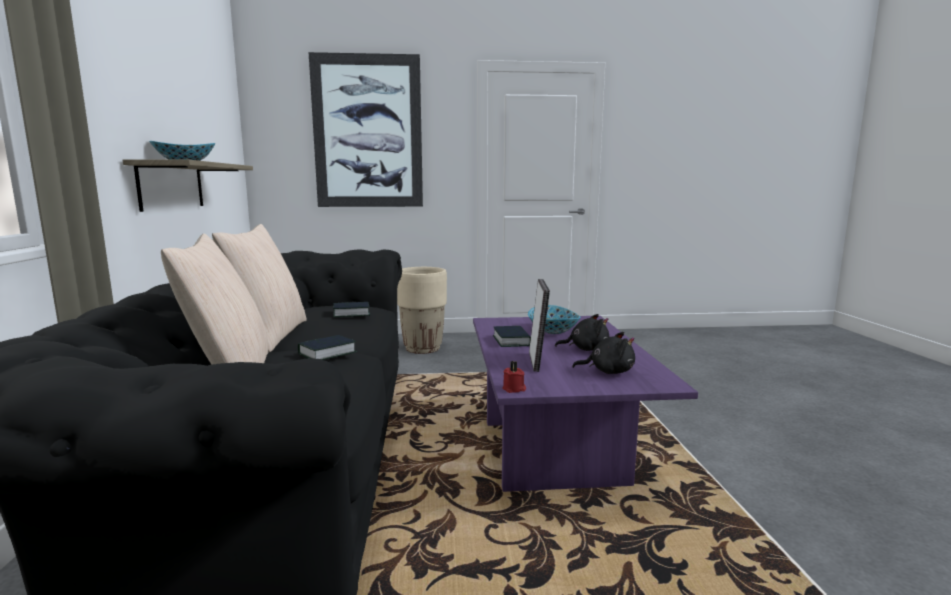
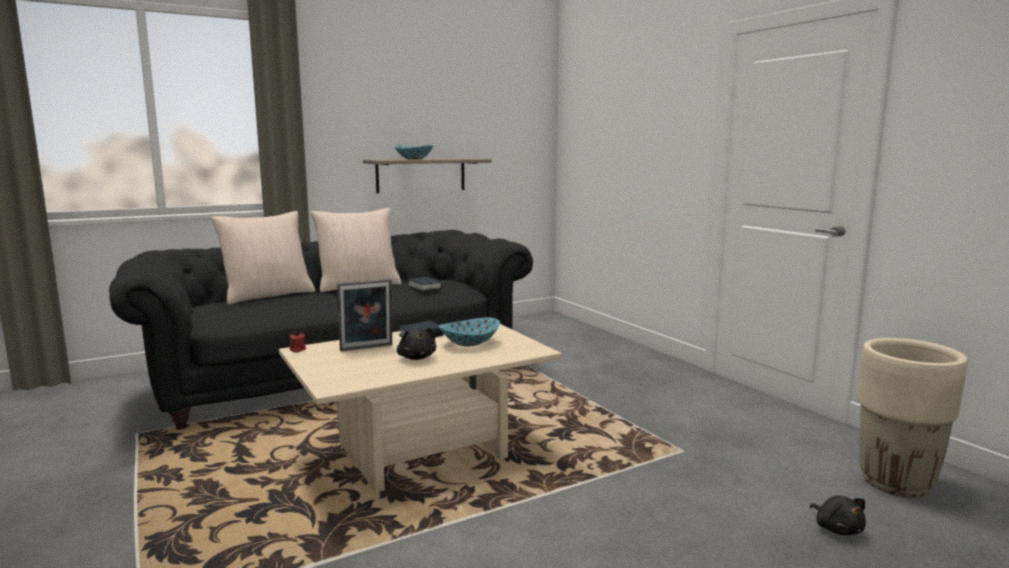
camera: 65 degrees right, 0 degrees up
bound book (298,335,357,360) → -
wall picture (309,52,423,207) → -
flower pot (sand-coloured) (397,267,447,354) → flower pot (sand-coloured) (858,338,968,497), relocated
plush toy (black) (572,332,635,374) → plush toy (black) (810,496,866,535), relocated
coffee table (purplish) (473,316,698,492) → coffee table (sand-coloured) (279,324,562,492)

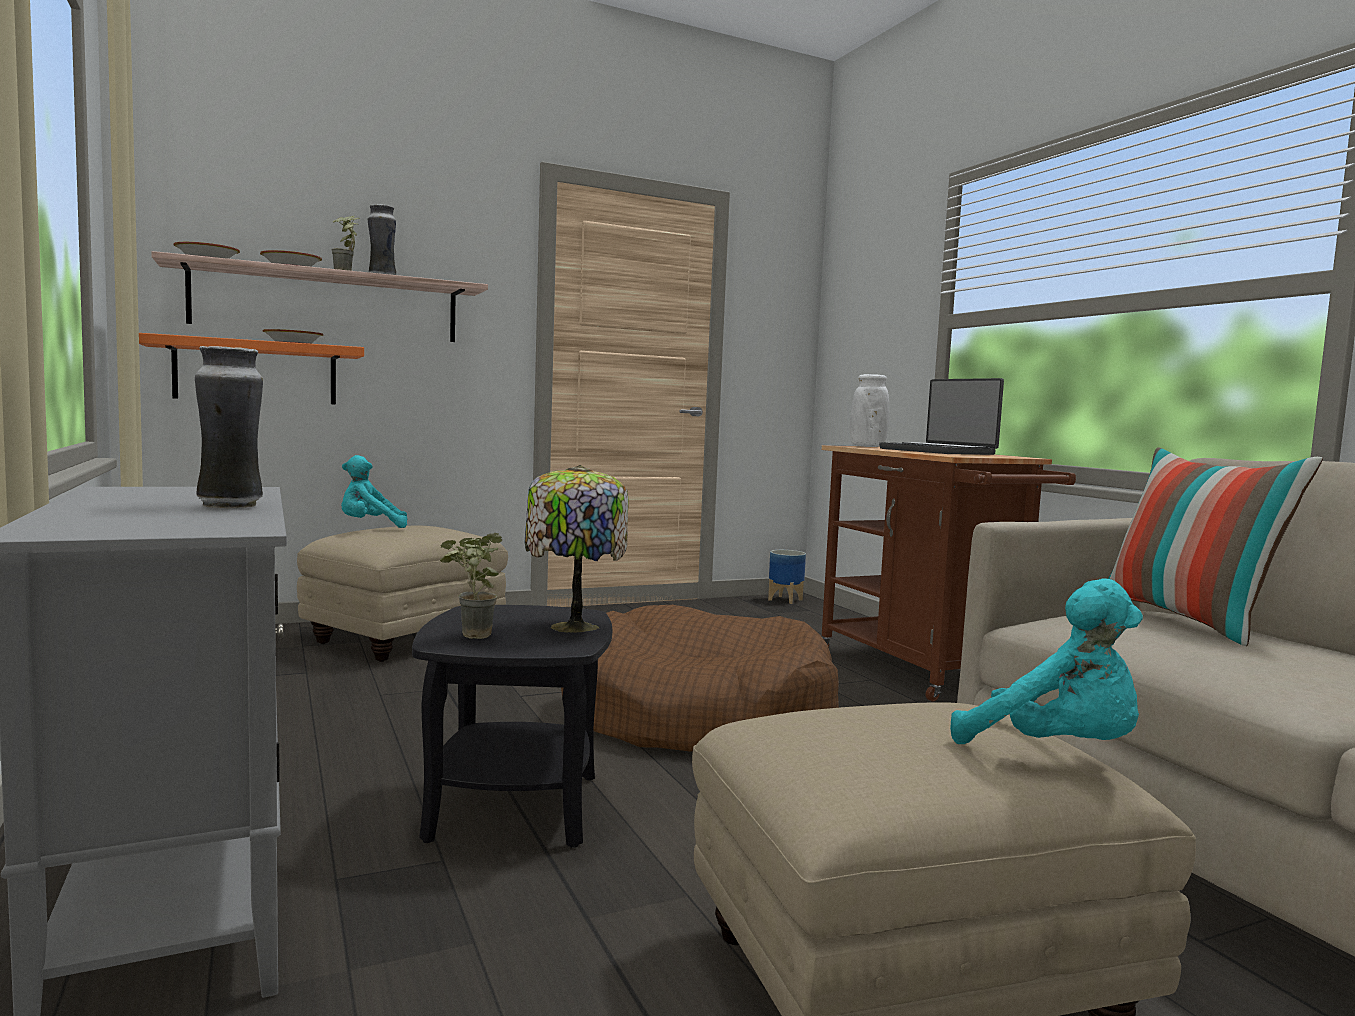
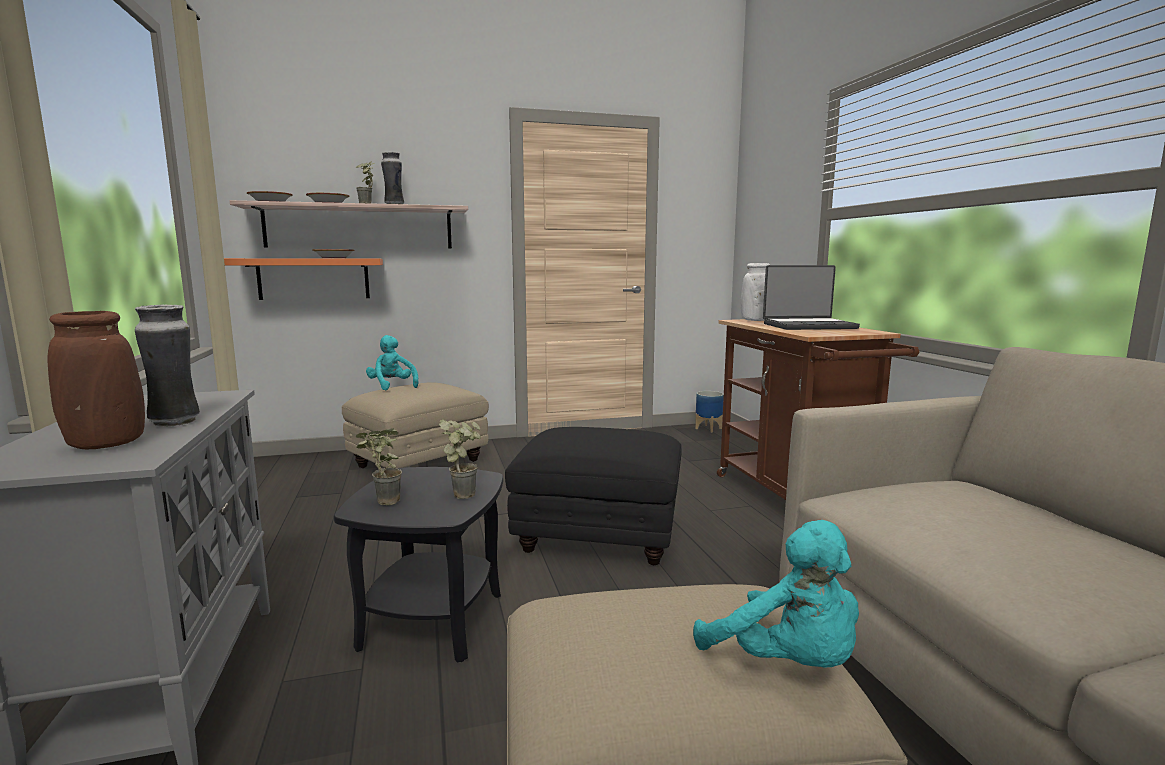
camera: 10 degrees right, 5 degrees up
cushion (1107,447,1323,646) → -
- → decorative vase (brown-coloured) (48,311,145,449)
lamp for a table (524,465,629,632) → potted plant (439,419,481,499)
dog cushion (brown-coloured) (561,605,839,752) → pouffe (black) (505,427,682,565)
plush toy (turquoise) (341,455,407,528) → plush toy (turquoise) (366,335,418,390), 60 degrees clockwise
notebook computer (879,378,1004,455) → notebook computer (763,265,860,330), 75 degrees counterclockwise

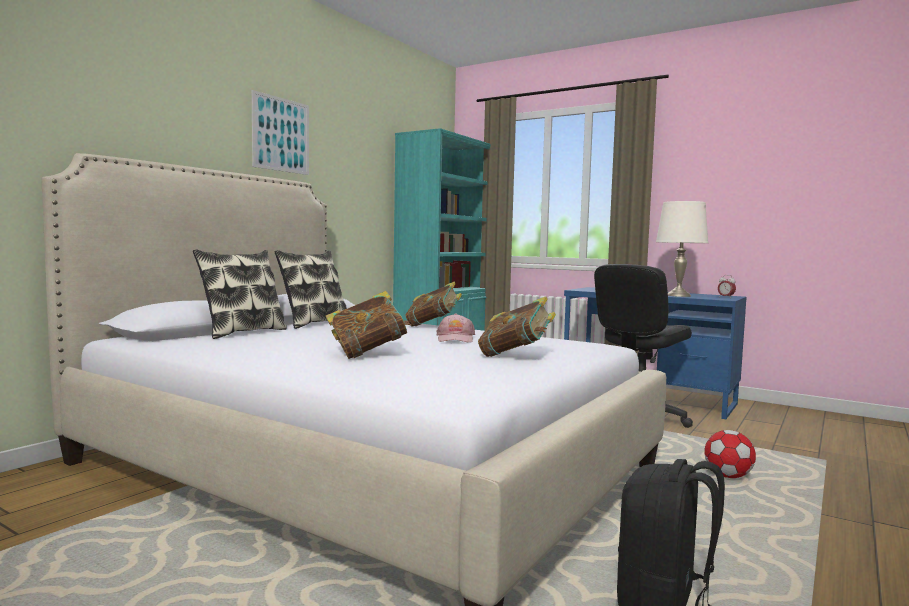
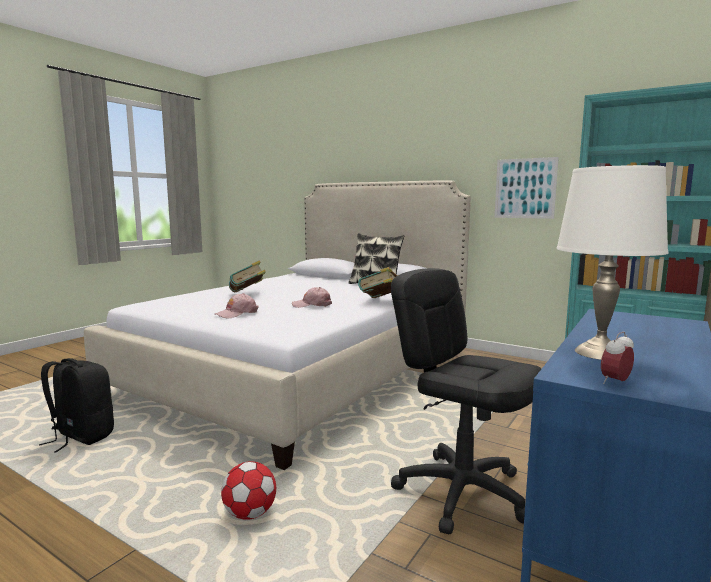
camera: 90 degrees right, 5 degrees up
cushion (193,250,287,339) → -
wall picture (252,90,309,175) → wall picture (495,157,559,219), relocated
bound book (478,296,556,357) → peaked cap (pink) (215,293,259,318)

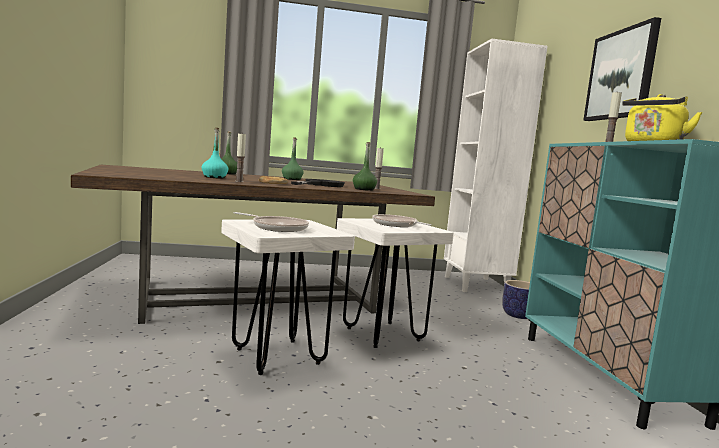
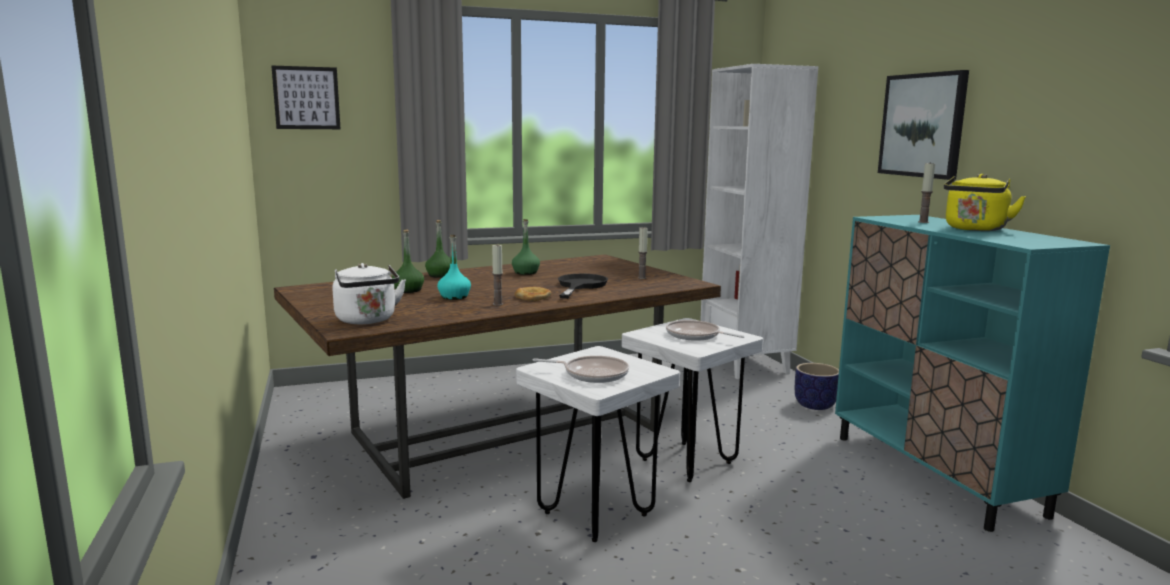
camera: 10 degrees left, 5 degrees up
- → wall picture (271,65,341,129)
- → water kettle (white) (333,263,406,324)
bottle (green) (353,142,377,191) → bottle (green) (392,230,424,293), relocated

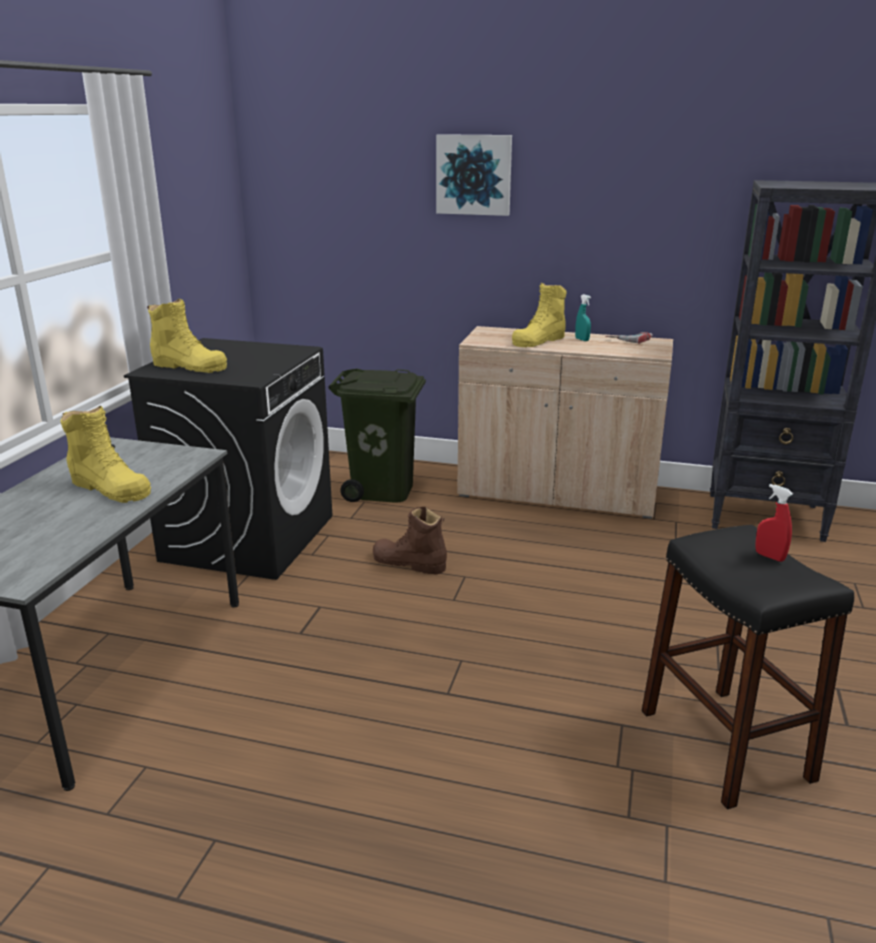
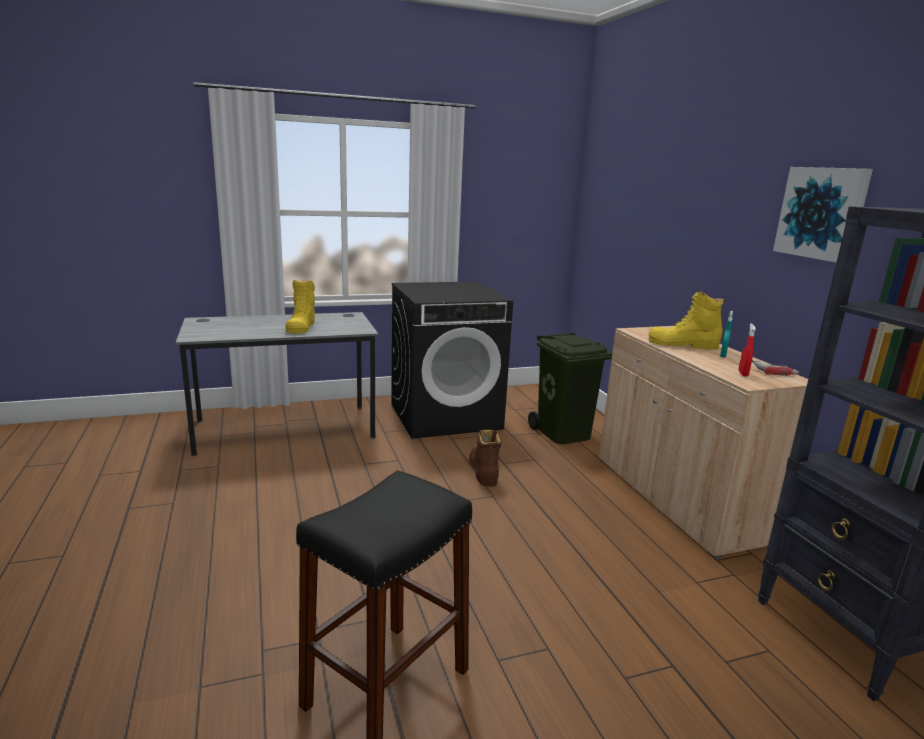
camera: 55 degrees right, 5 degrees down
high-top boot (yellowish) (147,299,227,373) → -
wall picture (436,134,512,216) → wall picture (773,167,873,263), relocated
spray bottle (red-coloured) (755,484,793,562) → spray bottle (red-coloured) (739,324,756,377), relocated

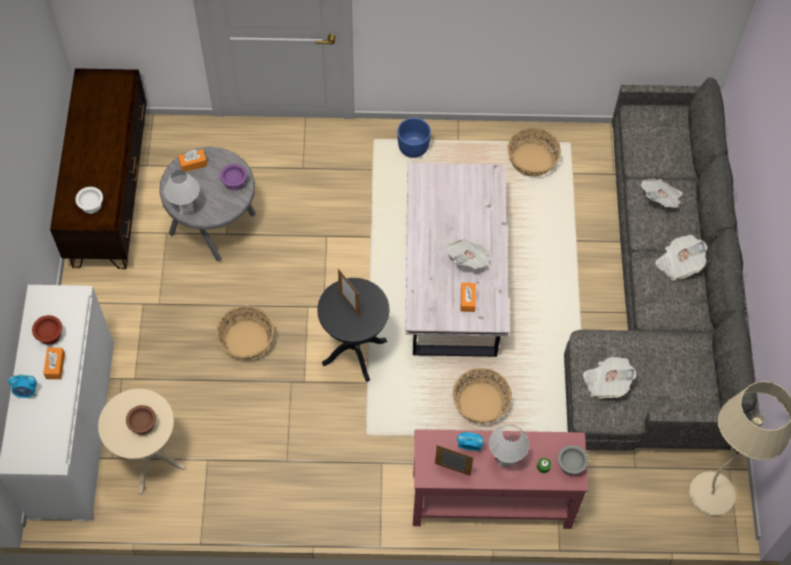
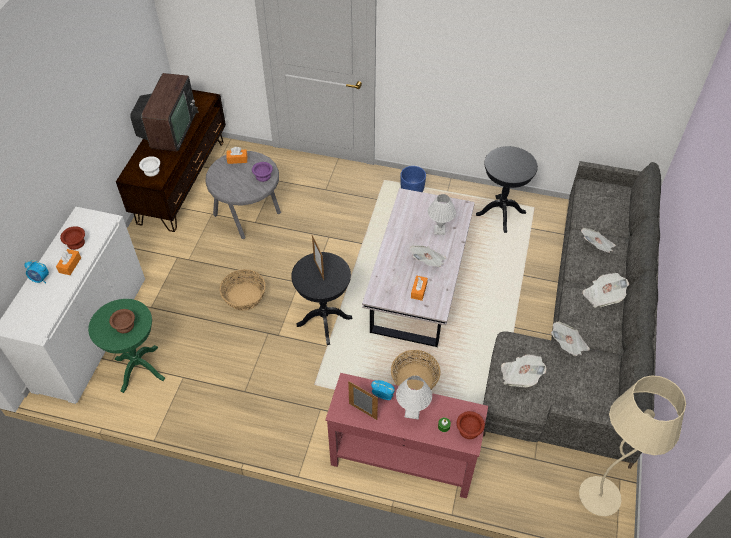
camera: 15 degrees right, 10 degrees down
- → TV set (130,73,199,152)
- → daily paper (551,322,590,356)
lamp for a table (white) (164,170,200,215) → lamp for a table (white) (428,194,456,235), relocated
storage basket (507,128,561,177) → side table (black) (476,146,538,233)
side table (sand-coloured) (98,389,186,495) → side table (green) (88,299,165,393)
bowl (gray) (558,445,588,475) → bowl (brown-coloured) (457,411,485,439)

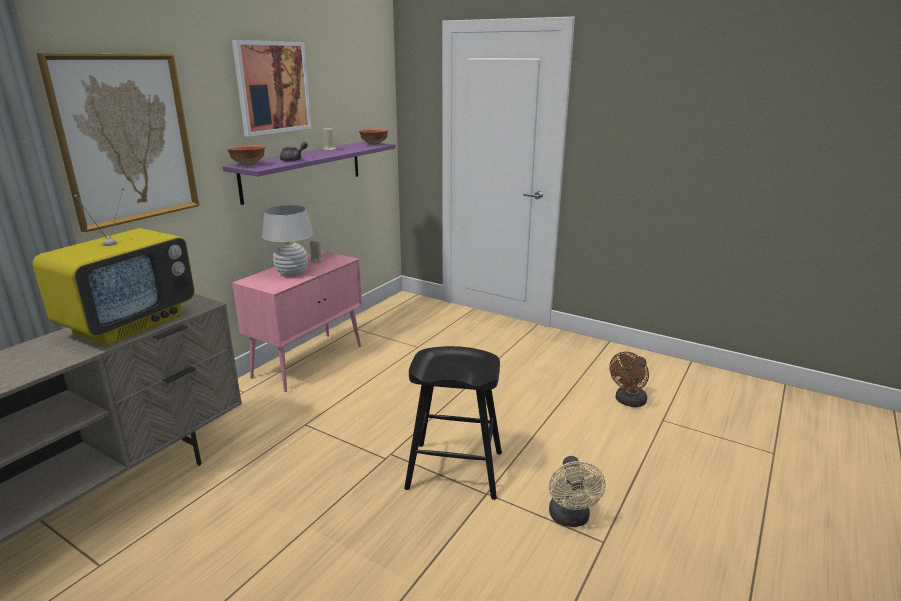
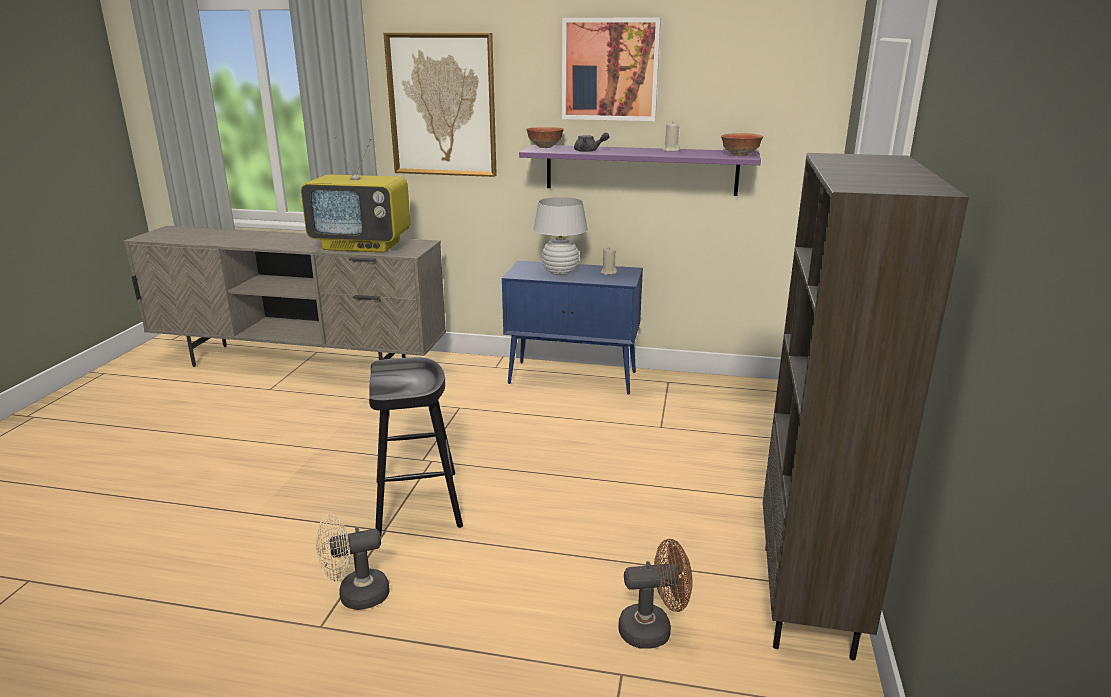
camera: 70 degrees right, 0 degrees up
- → shelving unit (brown-coloured) (763,153,969,660)
storage cabinet (pink) (232,250,362,392) → storage cabinet (blue) (502,261,643,395)
electric fan (brown-coloured) (609,352,649,407) → electric fan (brown-coloured) (618,539,693,649), 150 degrees clockwise

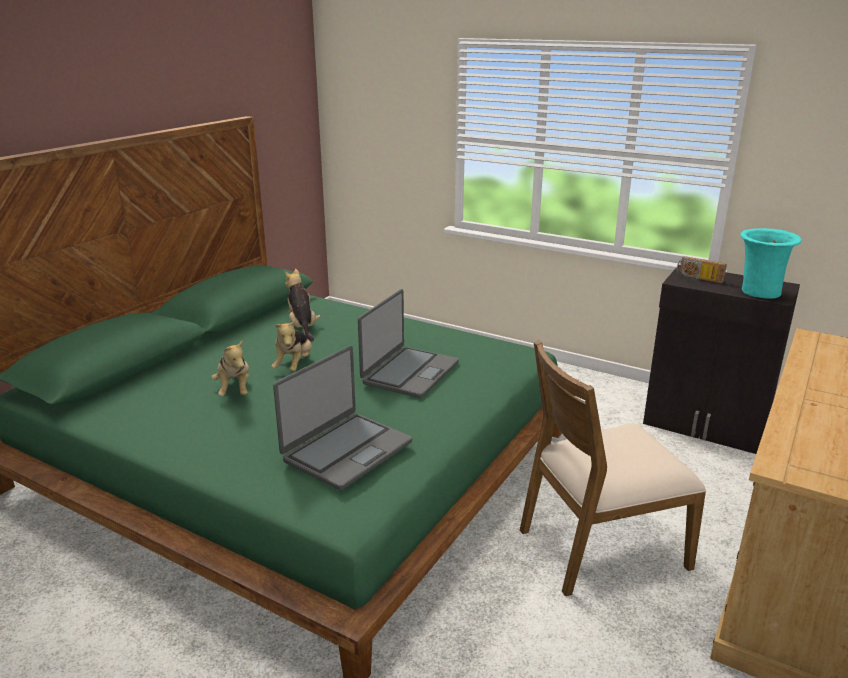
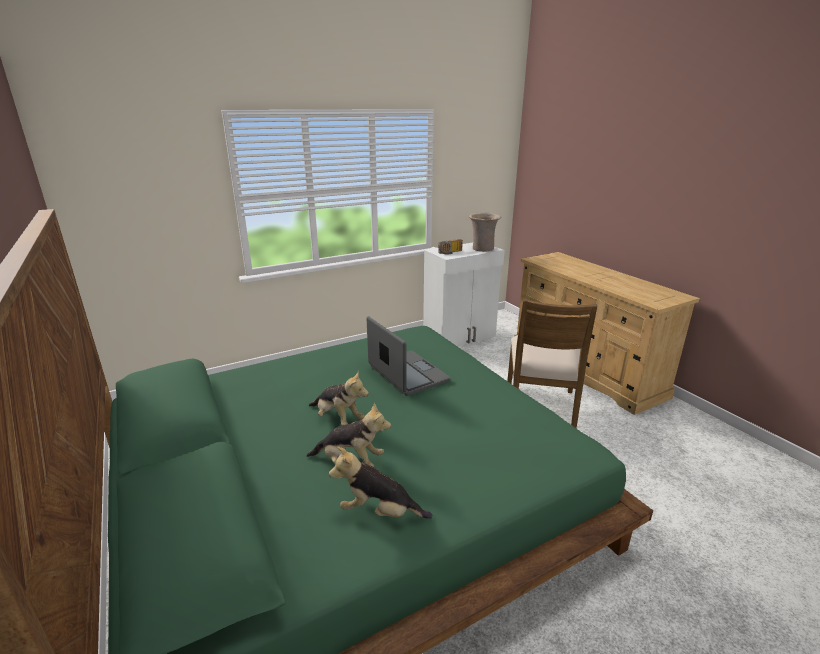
camera: 60 degrees left, 0 degrees up
notebook computer (273,346,412,490) → -
plush toy (285,269,321,342) → plush toy (329,447,433,519), relocated
storage cabinet (black) (643,265,800,454) → storage cabinet (white) (423,242,505,347)
decorative vase (turquoise) (740,228,802,299) → decorative vase (sand-coloured) (469,213,501,252)

